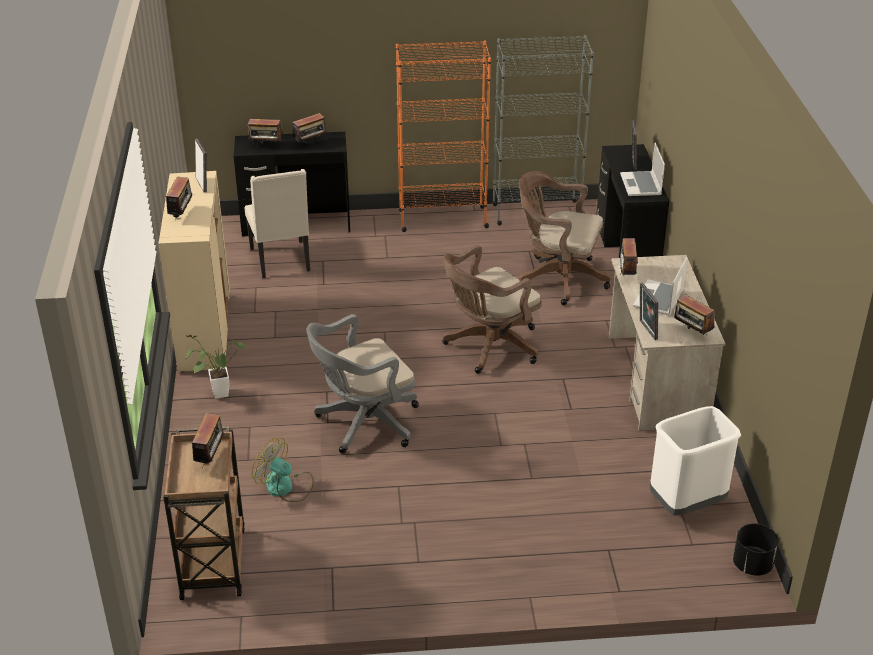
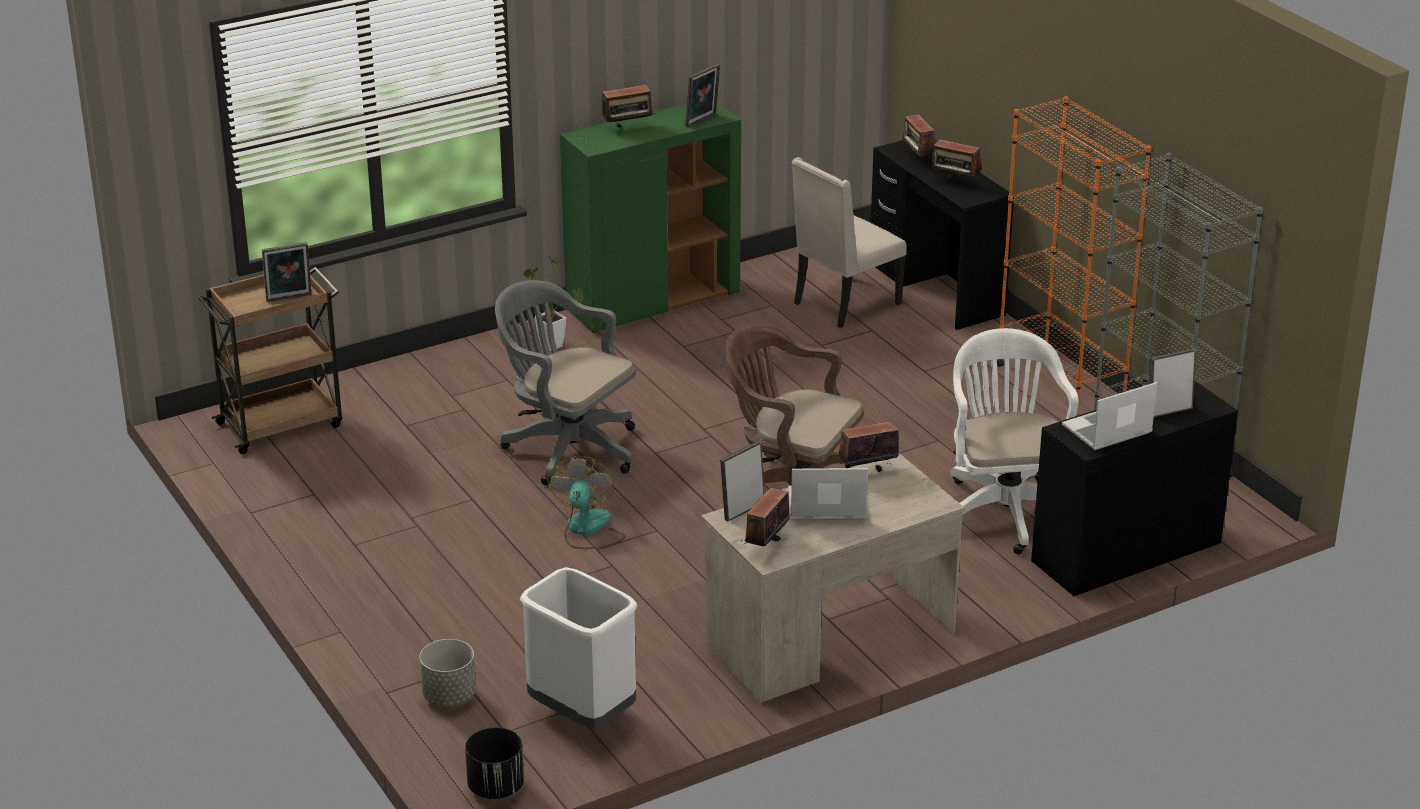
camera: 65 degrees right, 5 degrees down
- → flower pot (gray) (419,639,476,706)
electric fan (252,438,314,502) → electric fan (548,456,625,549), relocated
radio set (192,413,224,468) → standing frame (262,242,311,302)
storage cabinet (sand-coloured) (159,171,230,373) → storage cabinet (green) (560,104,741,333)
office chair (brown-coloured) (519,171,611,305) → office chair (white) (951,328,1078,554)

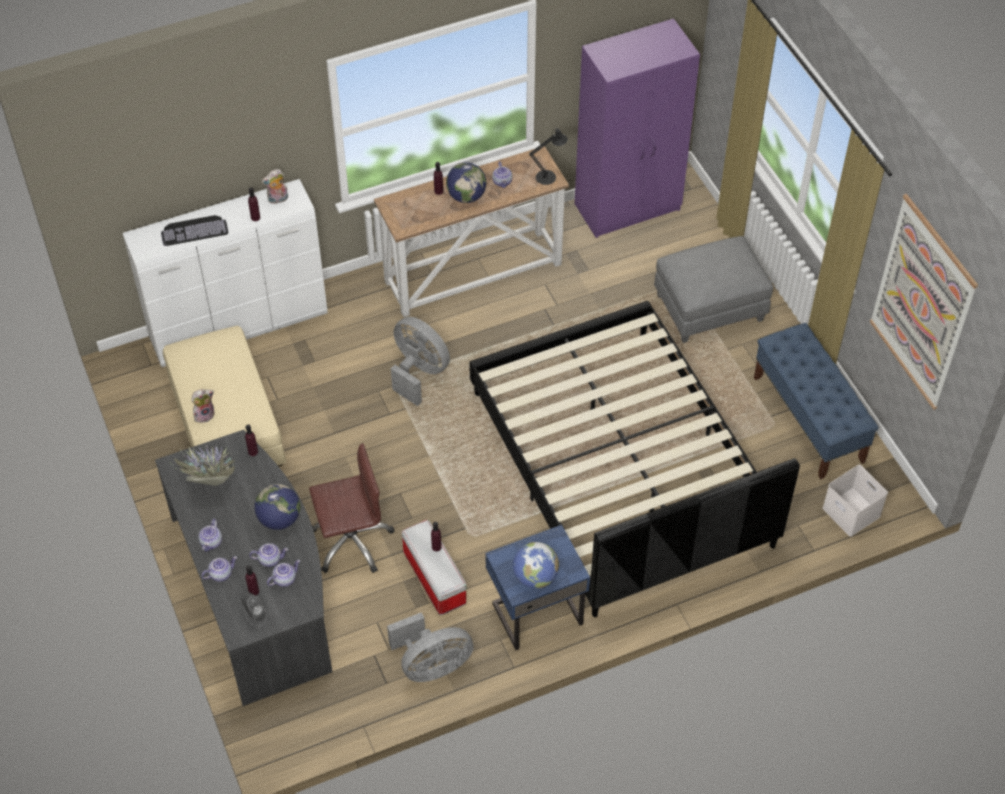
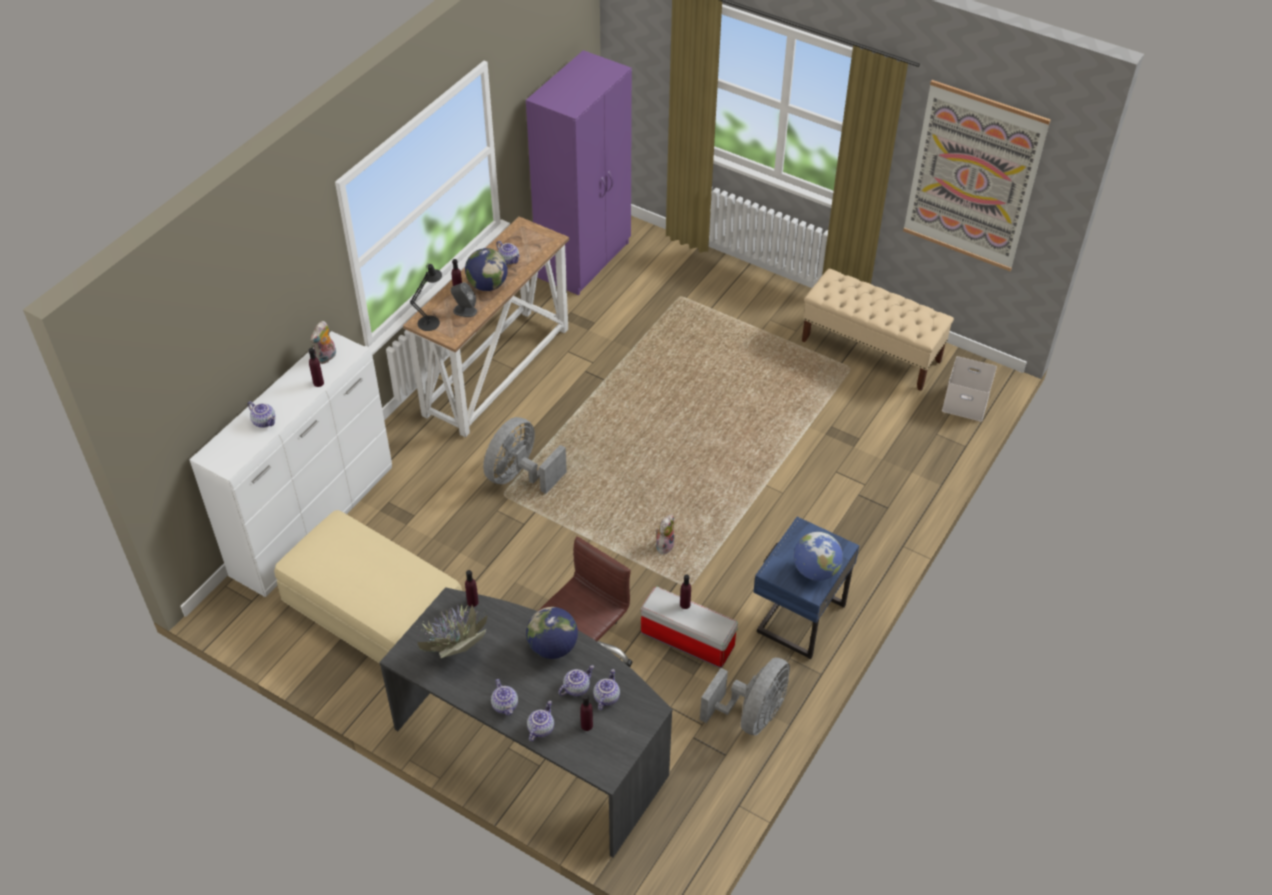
camera: 35 degrees left, 5 degrees down
bedroom bed (black) (469,301,800,617) → -
pouffe (gray) (654,236,773,343) → -
plush toy (191,389,215,423) → plush toy (655,514,674,555), relocated
audio speaker (gray) (241,592,267,628) → audio speaker (gray) (451,282,477,317), relocated
lamp for a table (black) (529,128,568,185) → lamp for a table (black) (410,264,442,331), relocated
keyboard (161,215,229,246) → tea pot (248,401,276,428)
indoor bench (blue) (754,323,879,480) → indoor bench (sand-coloured) (802,268,954,391)
electric fan (gray) (391,317,450,406) → electric fan (gray) (483,417,567,494), 60 degrees counterclockwise

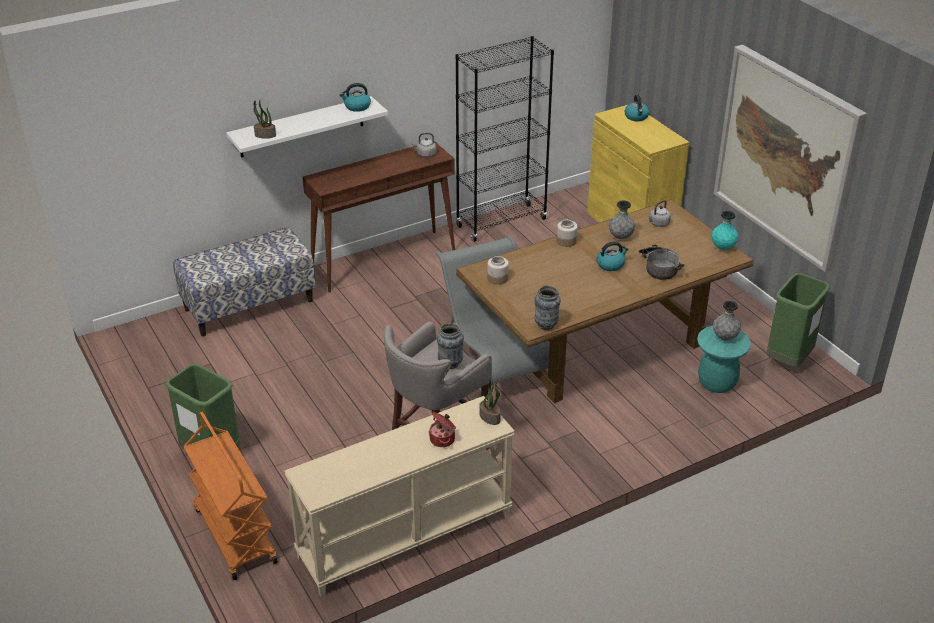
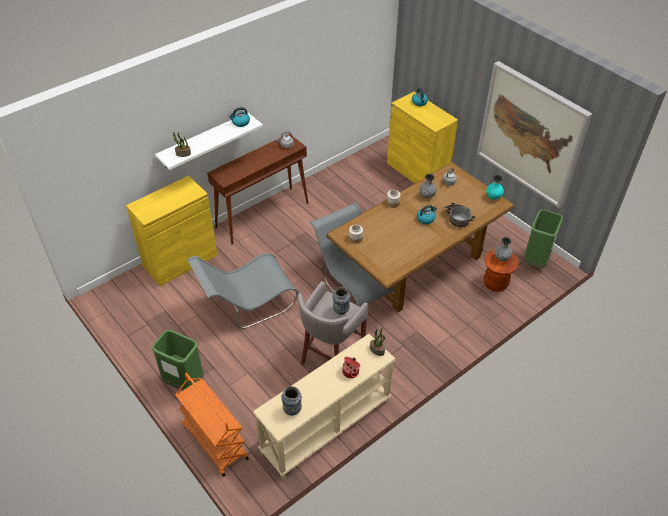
camera: 10 degrees left, 10 degrees up
shelving unit (black) (455,36,554,242) → -
- → plain chair (gray) (187,253,299,329)
decorative vase (535,285,561,330) → decorative vase (281,386,302,416), relocated
indoor bench (173,227,316,336) → storage cabinet (yellowish) (126,176,218,286)
stool (turquoise) (697,326,751,393) → stool (brown-coloured) (484,250,519,292)

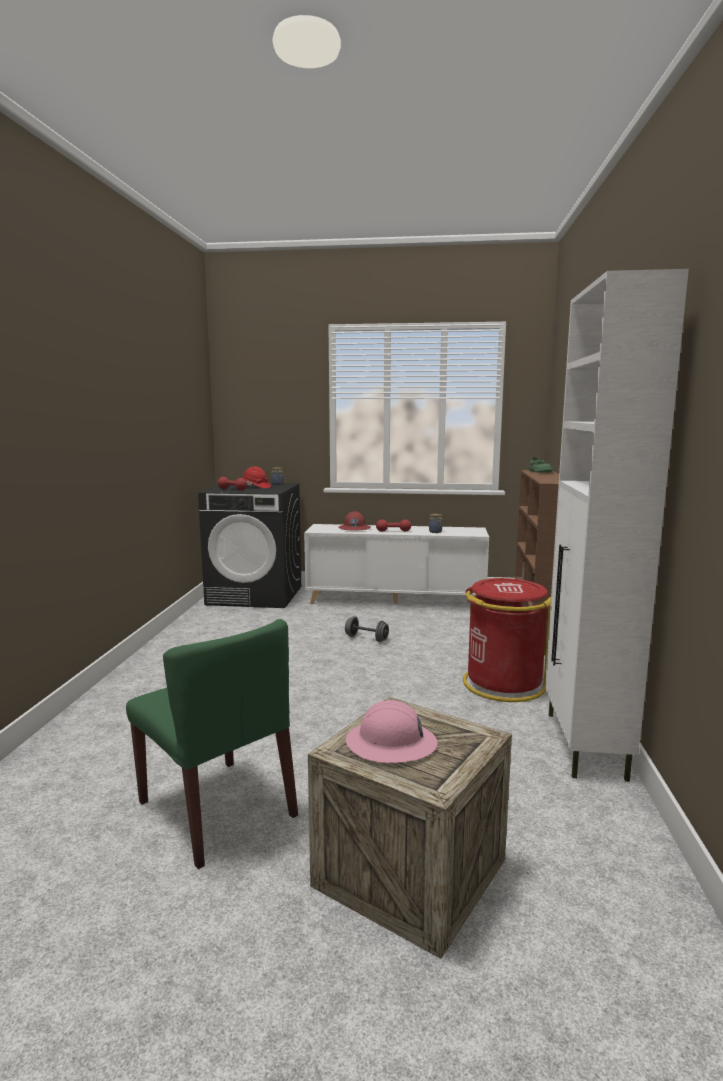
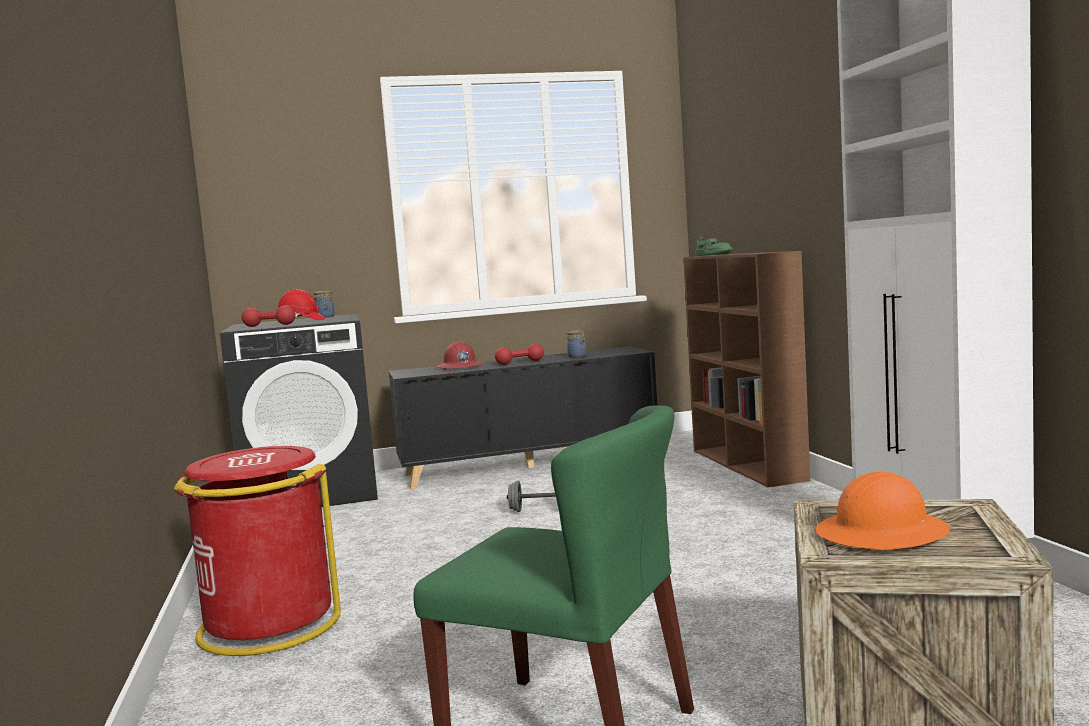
camera: 20 degrees left, 5 degrees down
trash can (red-coloured) (463,578,551,702) → trash can (red-coloured) (174,446,341,656), relocated
storage cabinet (white) (304,524,489,604) → storage cabinet (black) (389,346,657,489)
hard hat (pink) (346,700,438,763) → hard hat (orange-coloured) (816,472,950,549)

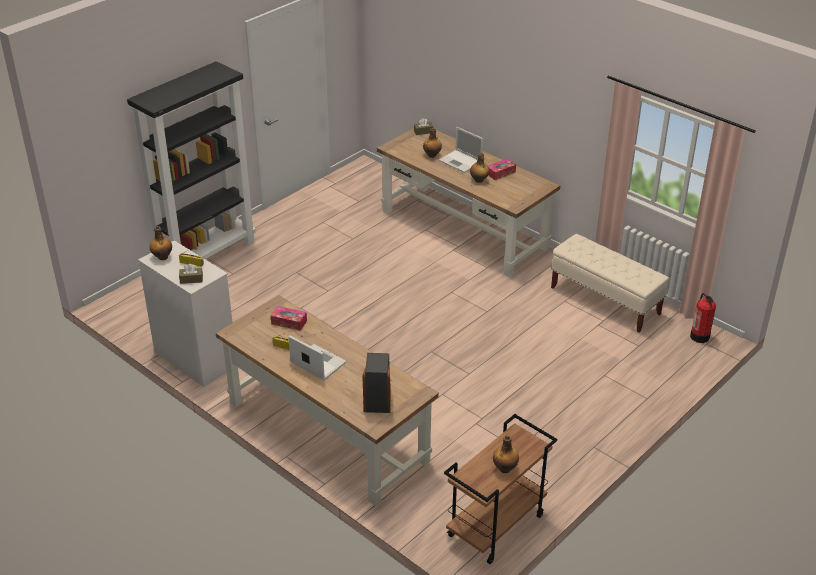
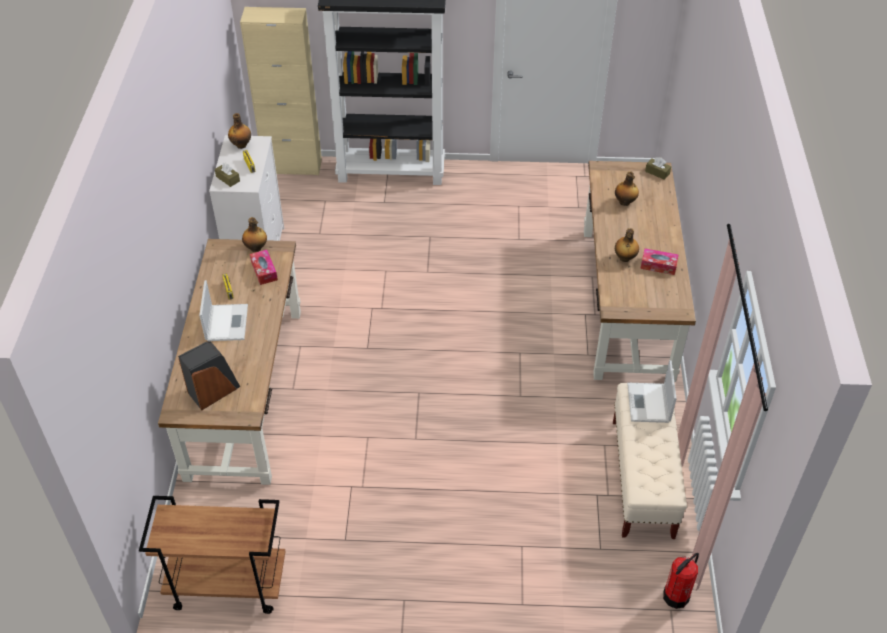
camera: 50 degrees right, 10 degrees up
- → storage cabinet (sand-coloured) (240,7,322,176)
notebook computer (439,127,484,173) → notebook computer (627,360,677,423), relocated
bottle (493,436,519,473) → bottle (242,217,267,252), relocated

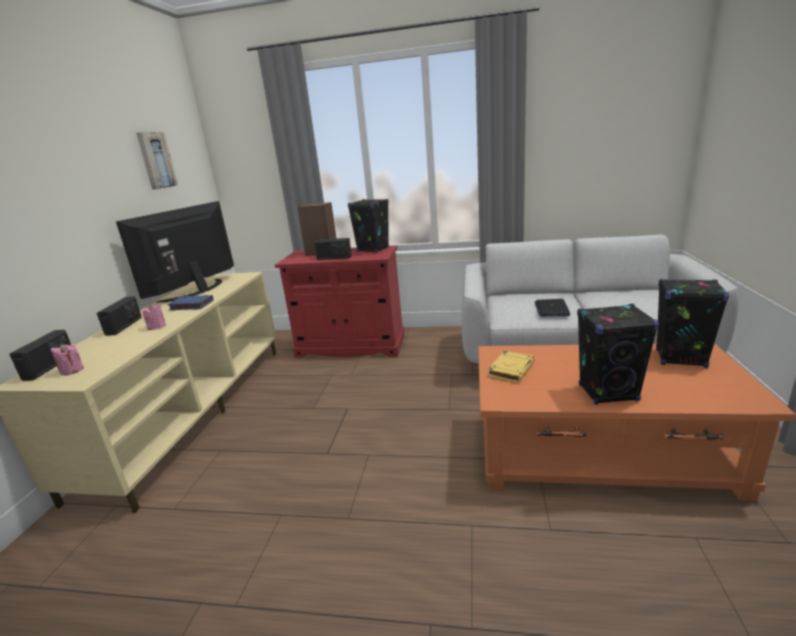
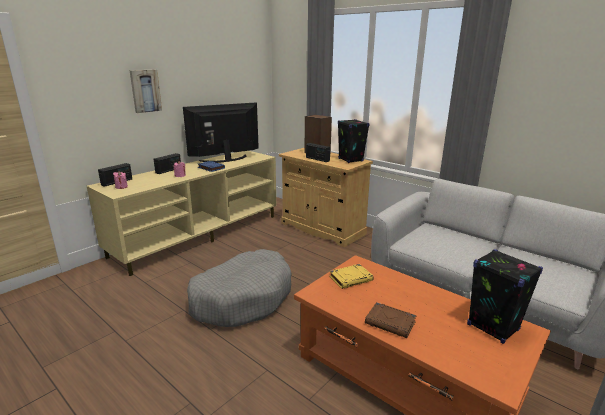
camera: 30 degrees right, 0 degrees up
notebook computer (535,299,570,317) → -
- → dog cushion (gray) (187,249,291,327)
wall picture (136,132,178,190) → wall picture (129,70,162,113), relocated
audio speaker (black) (577,304,659,405) → bound book (brown-coloured) (365,302,417,338)
storage cabinet (red-coloured) (275,245,405,358) → storage cabinet (sand-coloured) (279,148,373,247)

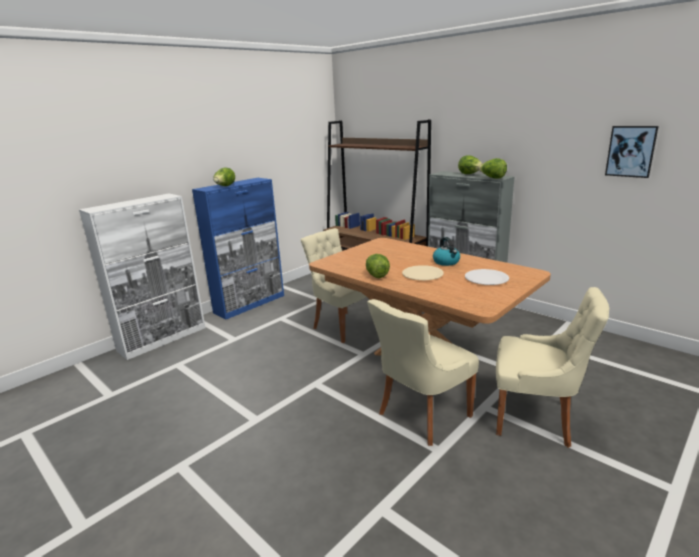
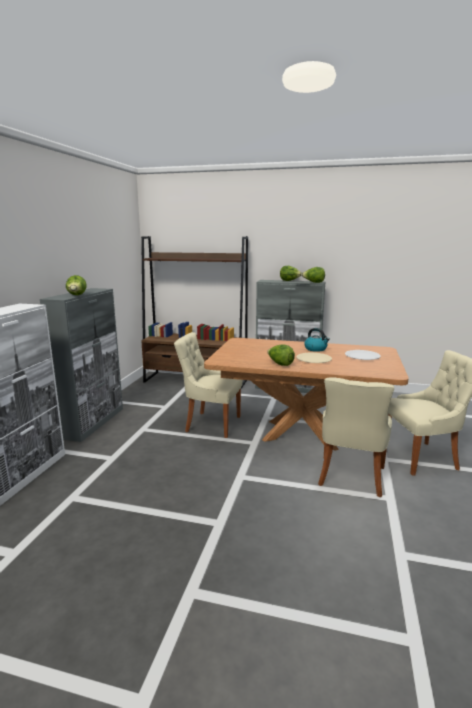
camera: 30 degrees left, 5 degrees down
wall picture (605,126,659,178) → -
storage cabinet (blue) (192,178,284,320) → storage cabinet (gray) (40,288,123,442)

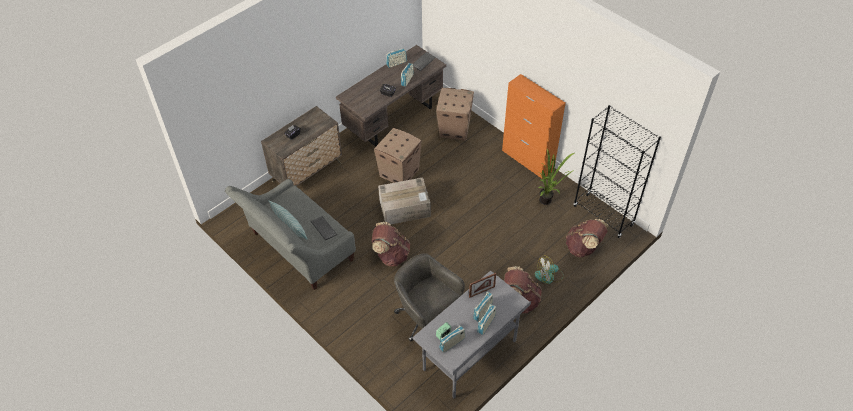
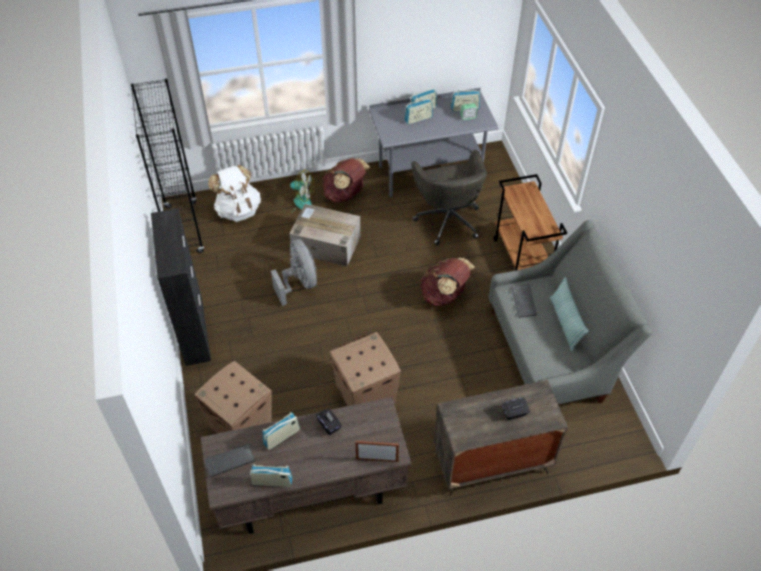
camera: 150 degrees left, 0 degrees up
potted plant (539,149,574,205) → -
- → electric fan (gray) (271,239,317,306)
- → trolley (brown-coloured) (493,174,567,270)
packing box (378,177,431,224) → packing box (289,204,361,266), relocated
standing frame (469,273,496,298) → standing frame (355,441,399,462), relocated
storage cabinet (orange-coloured) (502,74,566,179) → storage cabinet (black) (151,208,211,366)
rucksack (brown-coloured) (566,219,609,258) → rucksack (white) (208,165,261,222)

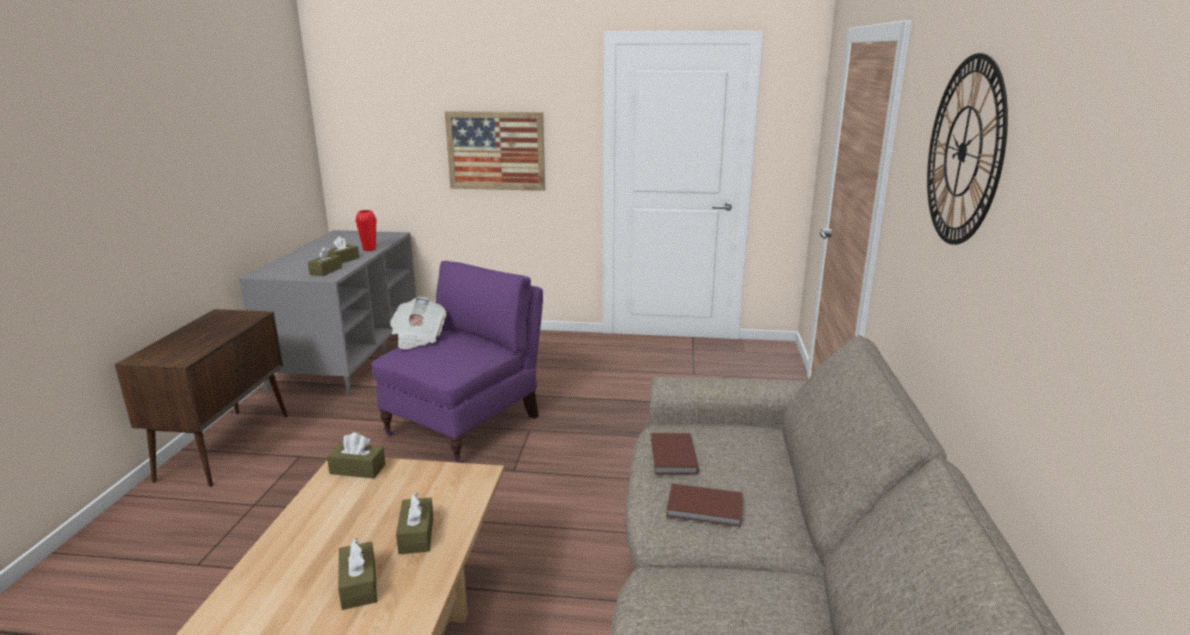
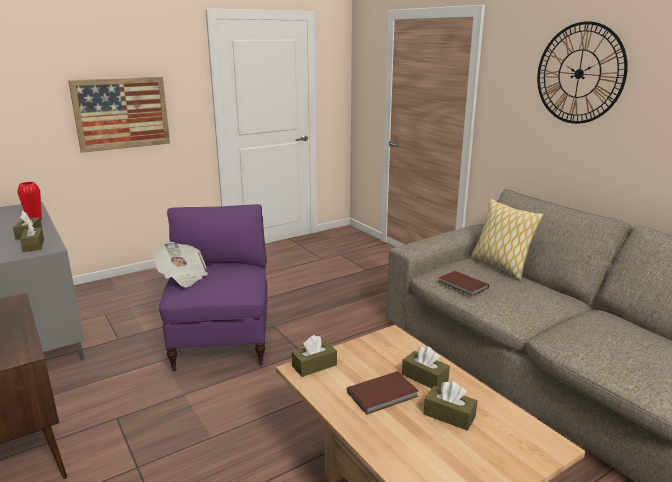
camera: 40 degrees left, 0 degrees up
- → cushion (470,198,544,280)
bound book (brown-coloured) (666,484,743,527) → bound book (brown-coloured) (347,371,418,415), relocated

